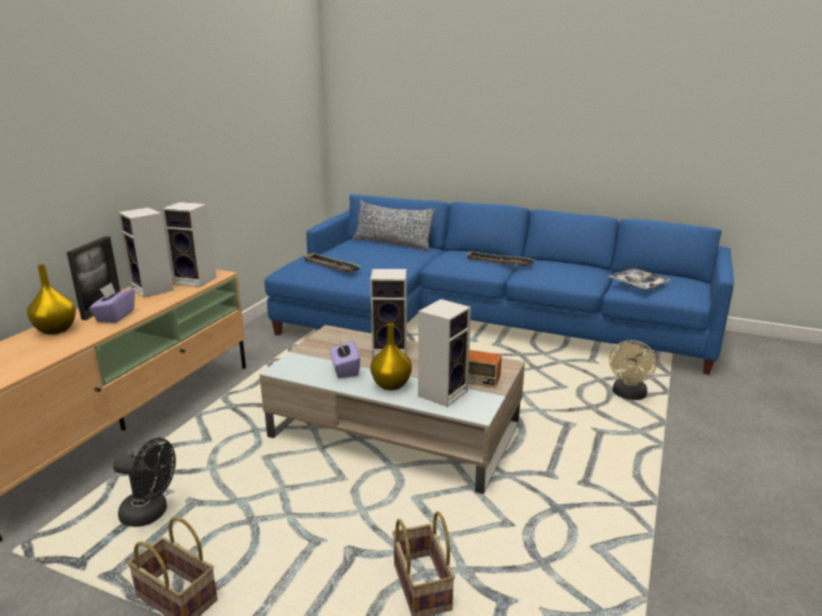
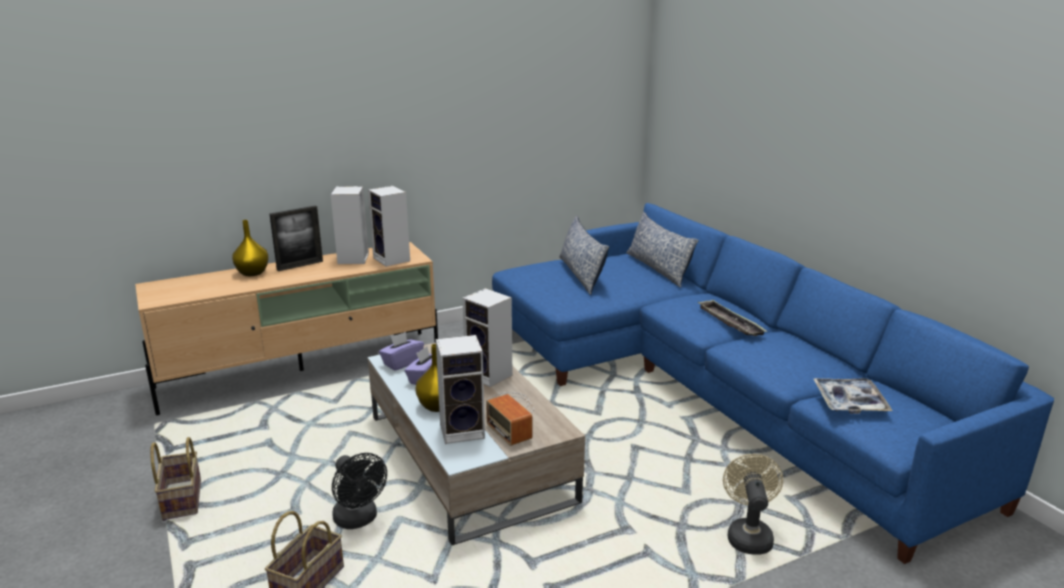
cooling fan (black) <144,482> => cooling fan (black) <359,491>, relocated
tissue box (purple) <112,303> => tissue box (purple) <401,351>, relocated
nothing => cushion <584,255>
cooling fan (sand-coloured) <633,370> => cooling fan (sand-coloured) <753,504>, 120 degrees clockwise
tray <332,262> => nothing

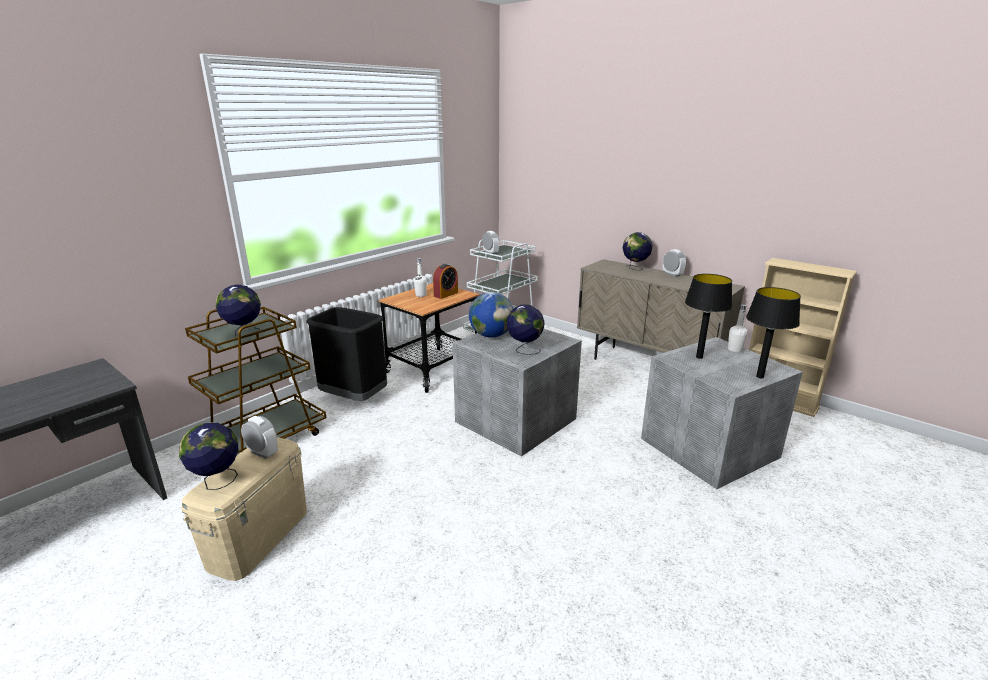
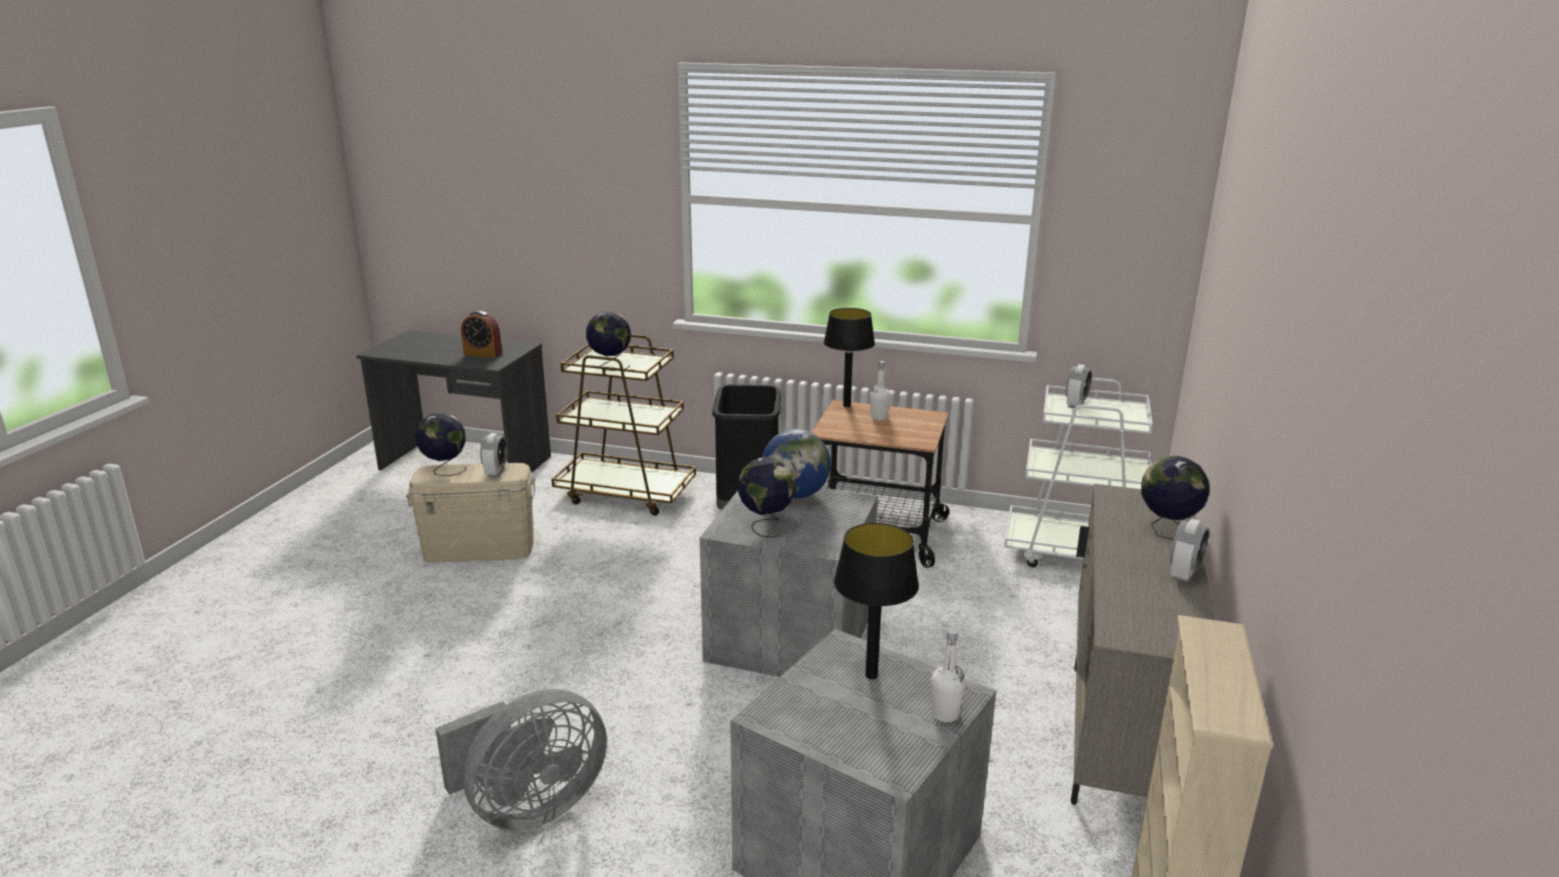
nothing => cooling fan (greyish) <521,760>
bedside clock <445,281> => bedside clock <481,334>, relocated
lamp for a table (black) <773,332> => lamp for a table (black) <849,357>, relocated

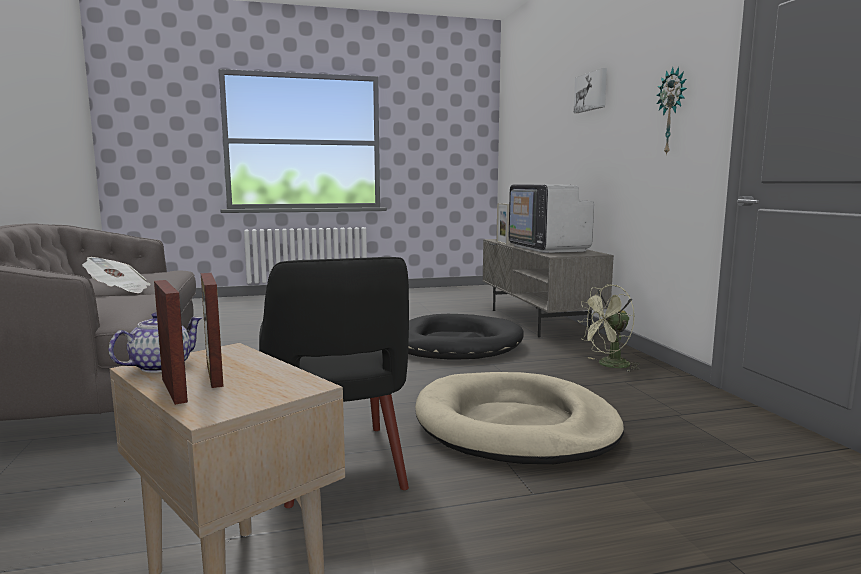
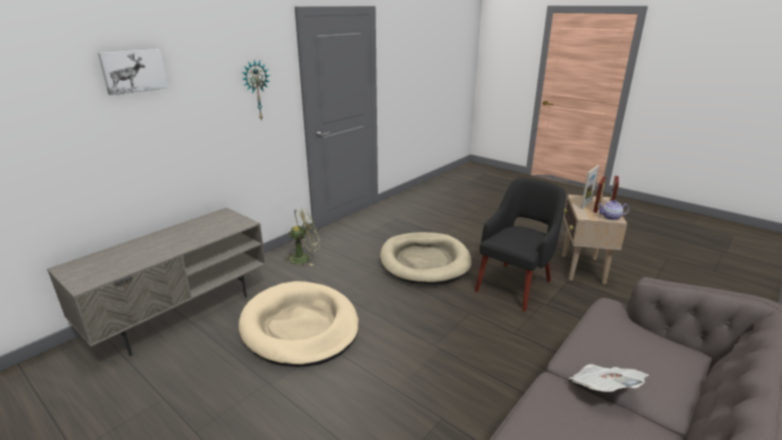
dog bed (black) <466,337> => dog bed (sand-coloured) <299,324>
cooling fan (greenish) <609,328> => cooling fan (greenish) <301,237>, 60 degrees counterclockwise
picture frame <502,224> => picture frame <590,187>, relocated
TV <551,218> => nothing

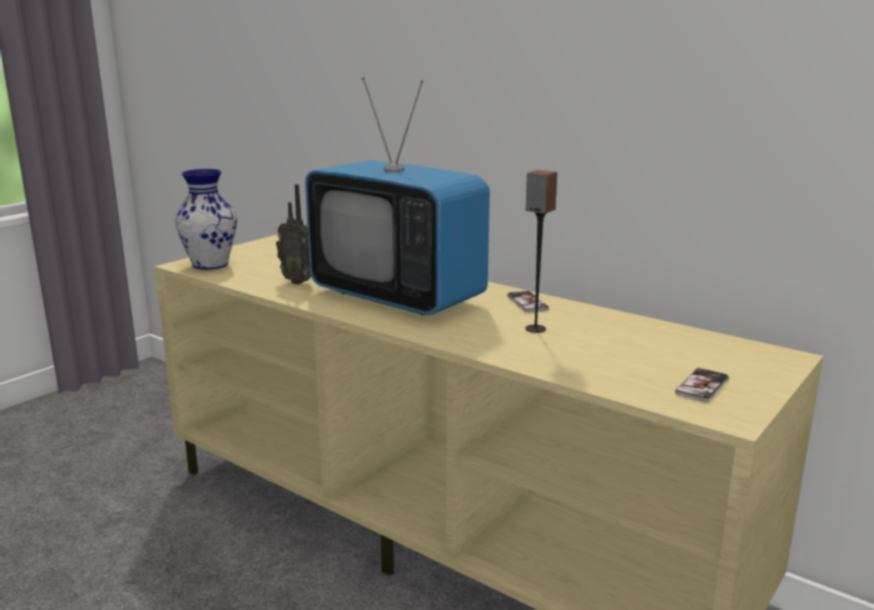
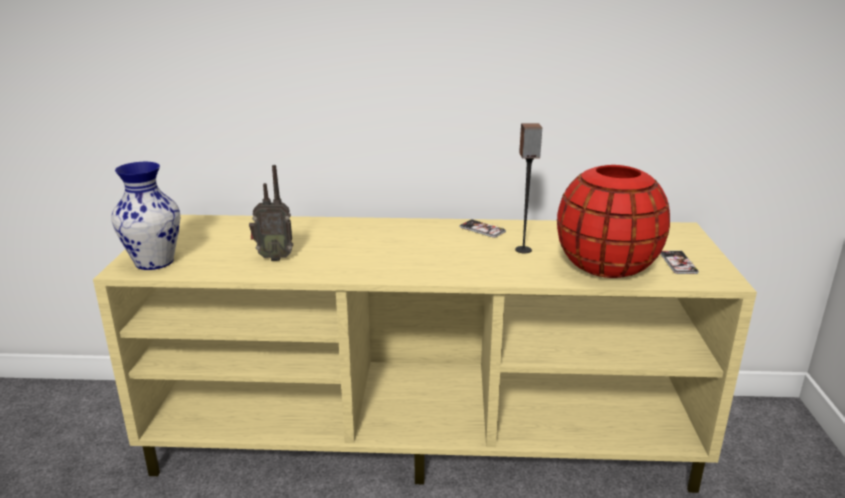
nothing => flower vase (reddish) <613,221>
TV <397,196> => nothing

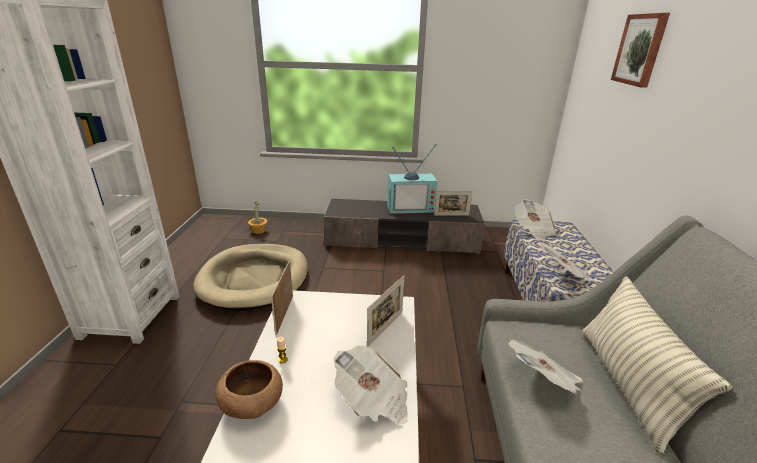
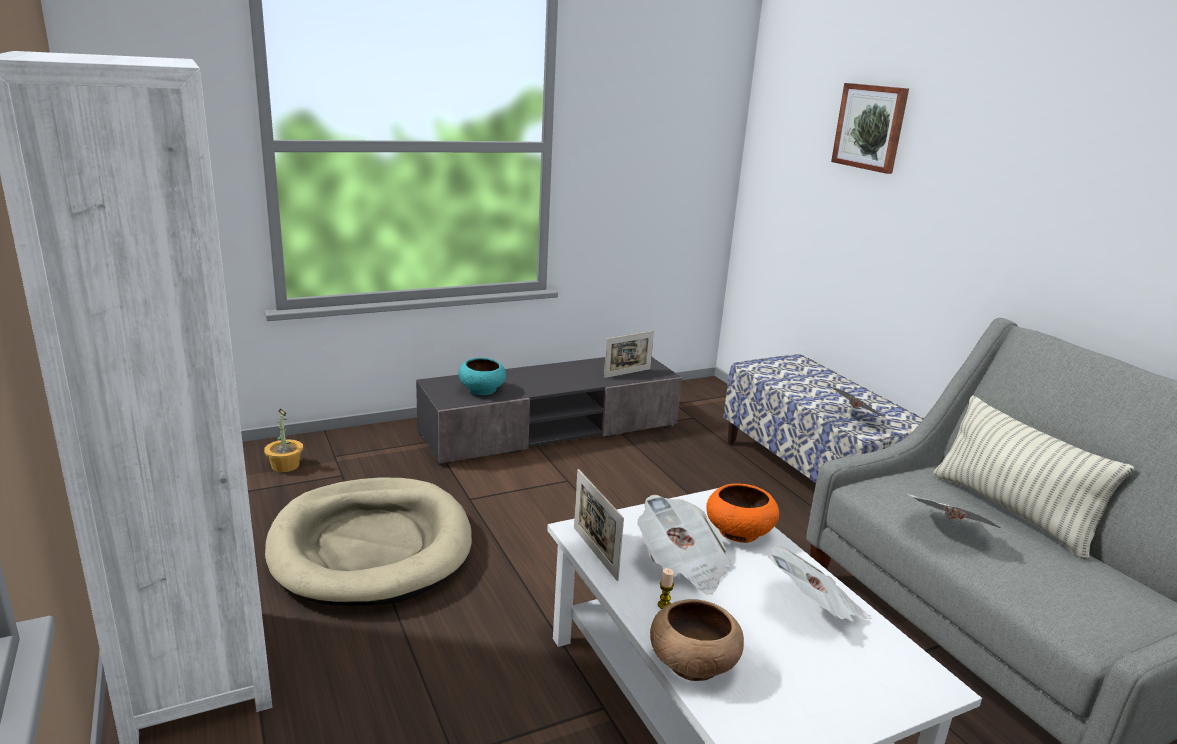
nothing => deep dish (turquoise) <482,376>
daily paper <536,219> => daily paper <684,545>, relocated
picture frame <385,311> => deep dish (orangey) <742,513>
TV <412,179> => nothing

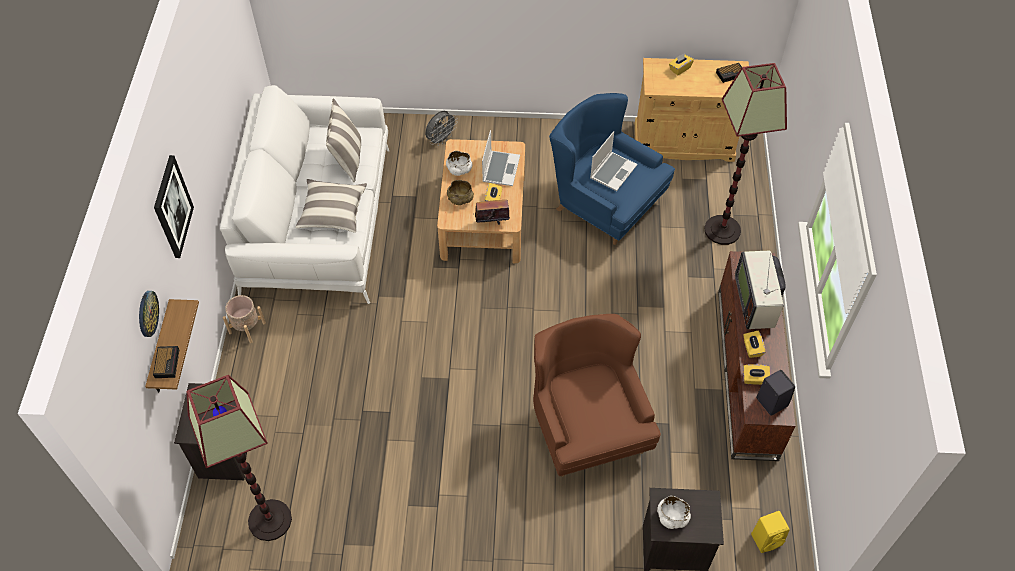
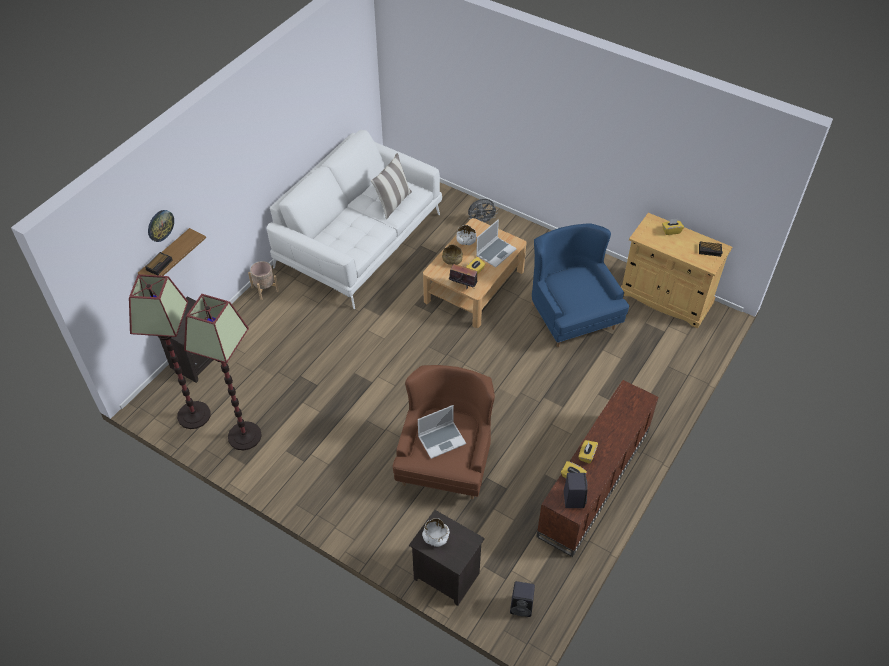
floor lamp <745,154> => floor lamp <223,372>, relocated
laptop <613,161> => laptop <442,432>, relocated
audio speaker (yellow) <770,532> => audio speaker (black) <522,599>
wall picture <174,206> => nothing
cushion <331,206> => nothing
TV <760,290> => nothing

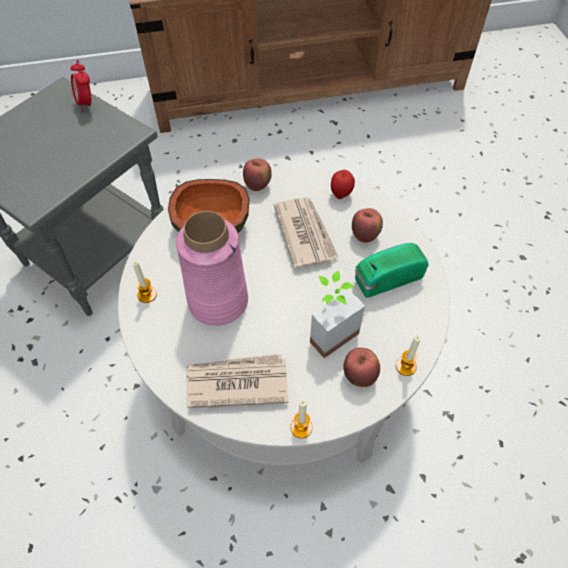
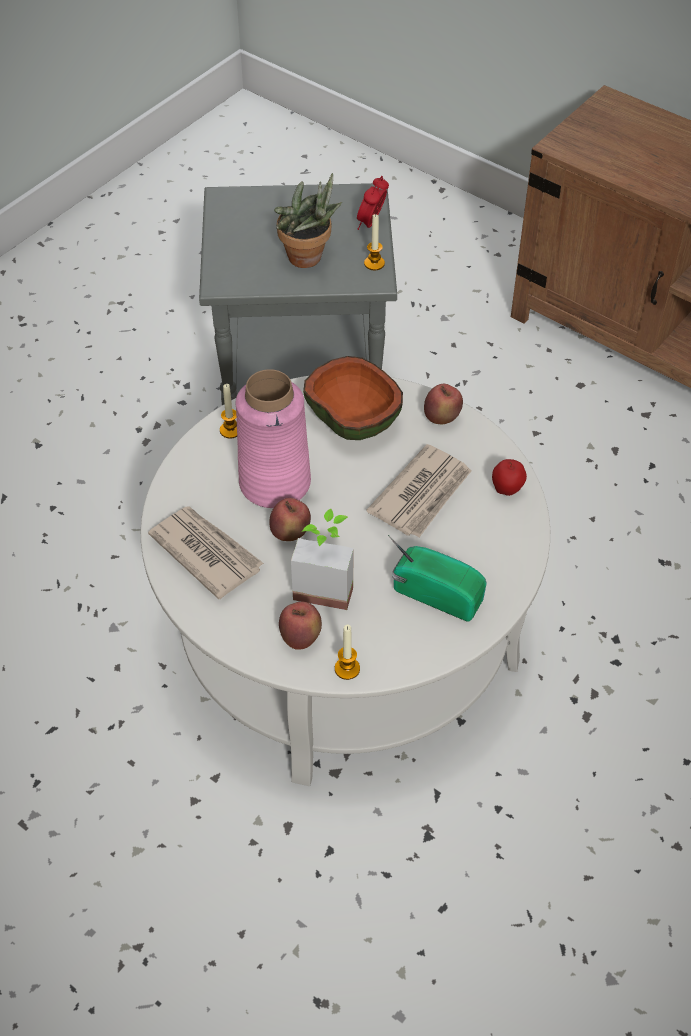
whole apple <367,225> => whole apple <290,519>, relocated
nothing => houseplant <308,220>
wax candle <301,419> => wax candle <374,242>, relocated

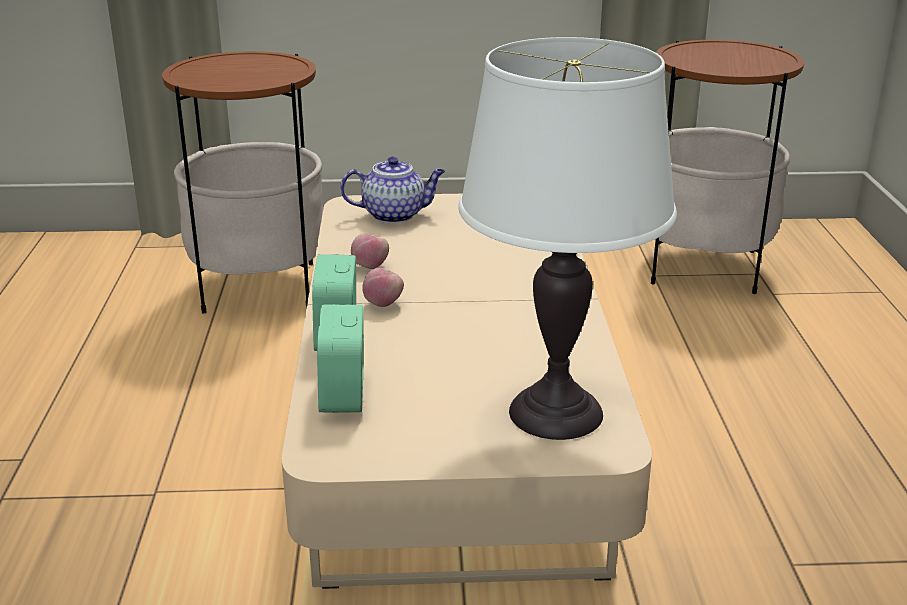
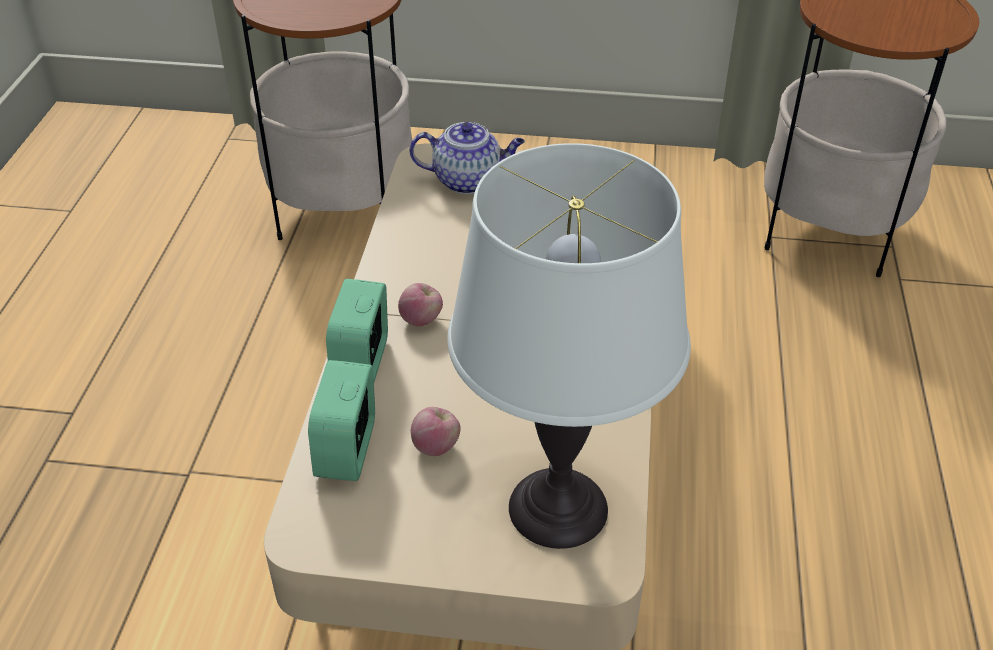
whole apple <370,251> => whole apple <436,431>, relocated

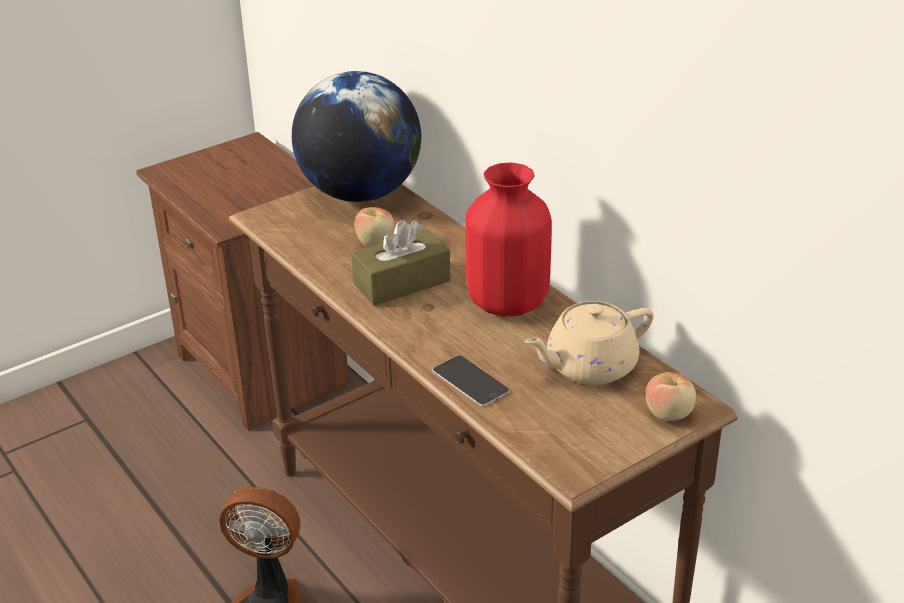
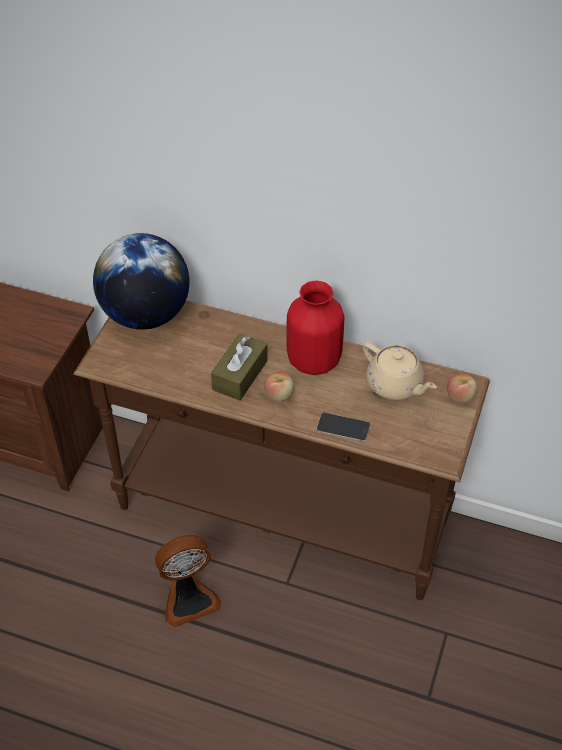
whole apple <375,226> => whole apple <279,387>, relocated
teapot (sand-coloured) <589,343> => teapot (sand-coloured) <400,371>, 75 degrees counterclockwise

